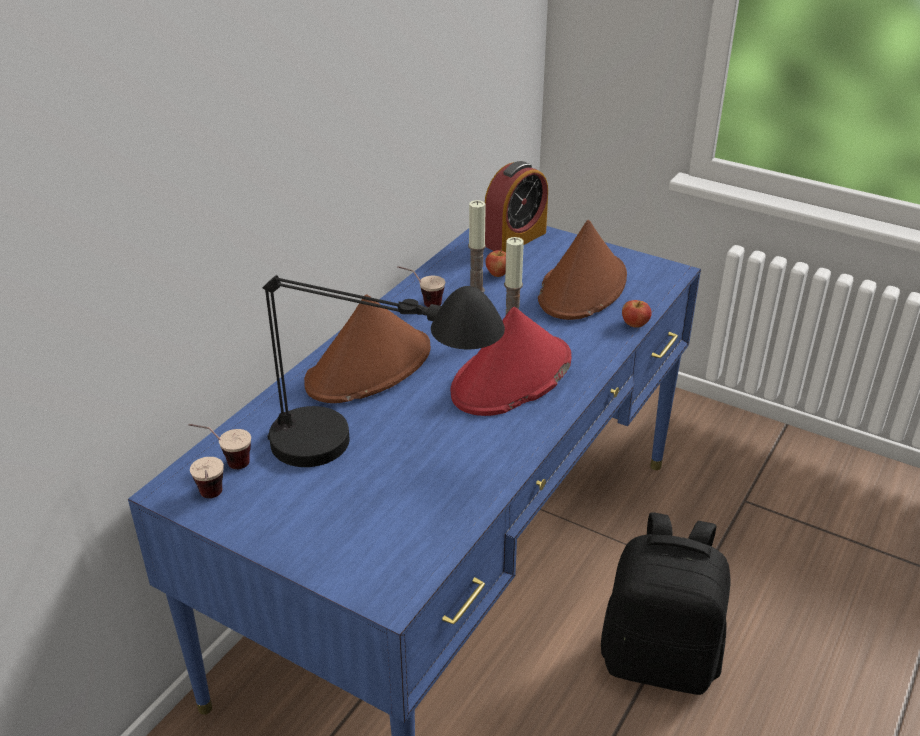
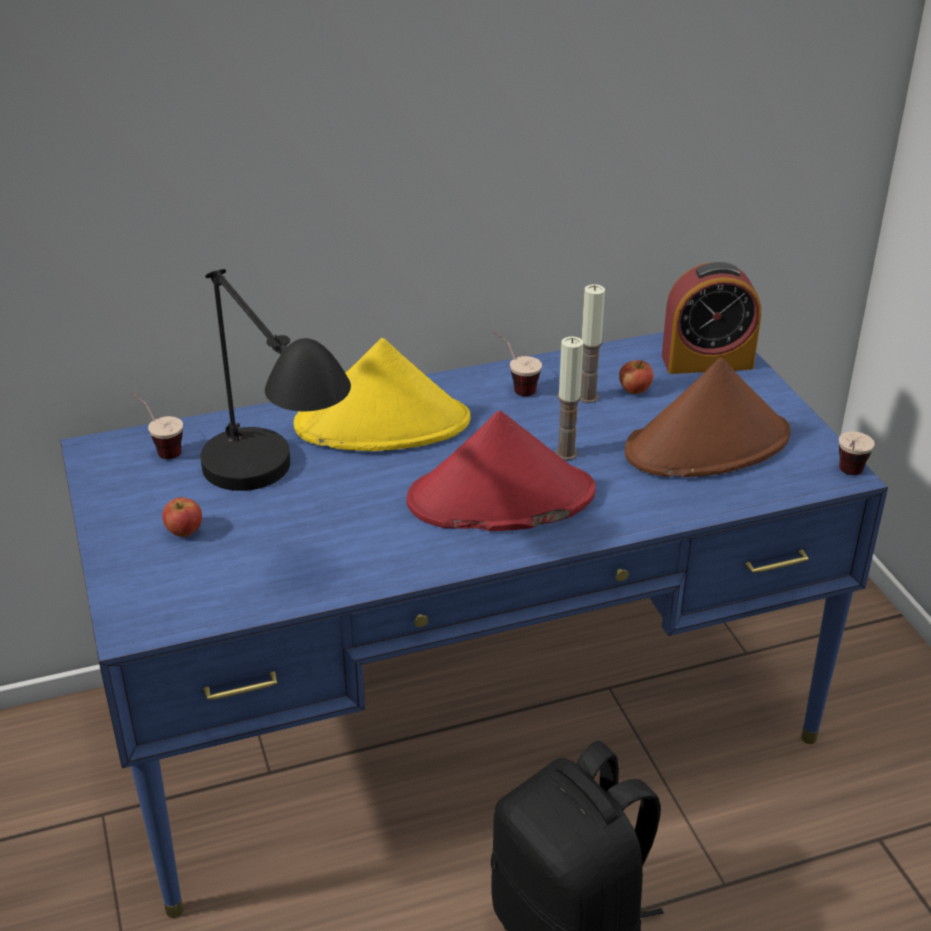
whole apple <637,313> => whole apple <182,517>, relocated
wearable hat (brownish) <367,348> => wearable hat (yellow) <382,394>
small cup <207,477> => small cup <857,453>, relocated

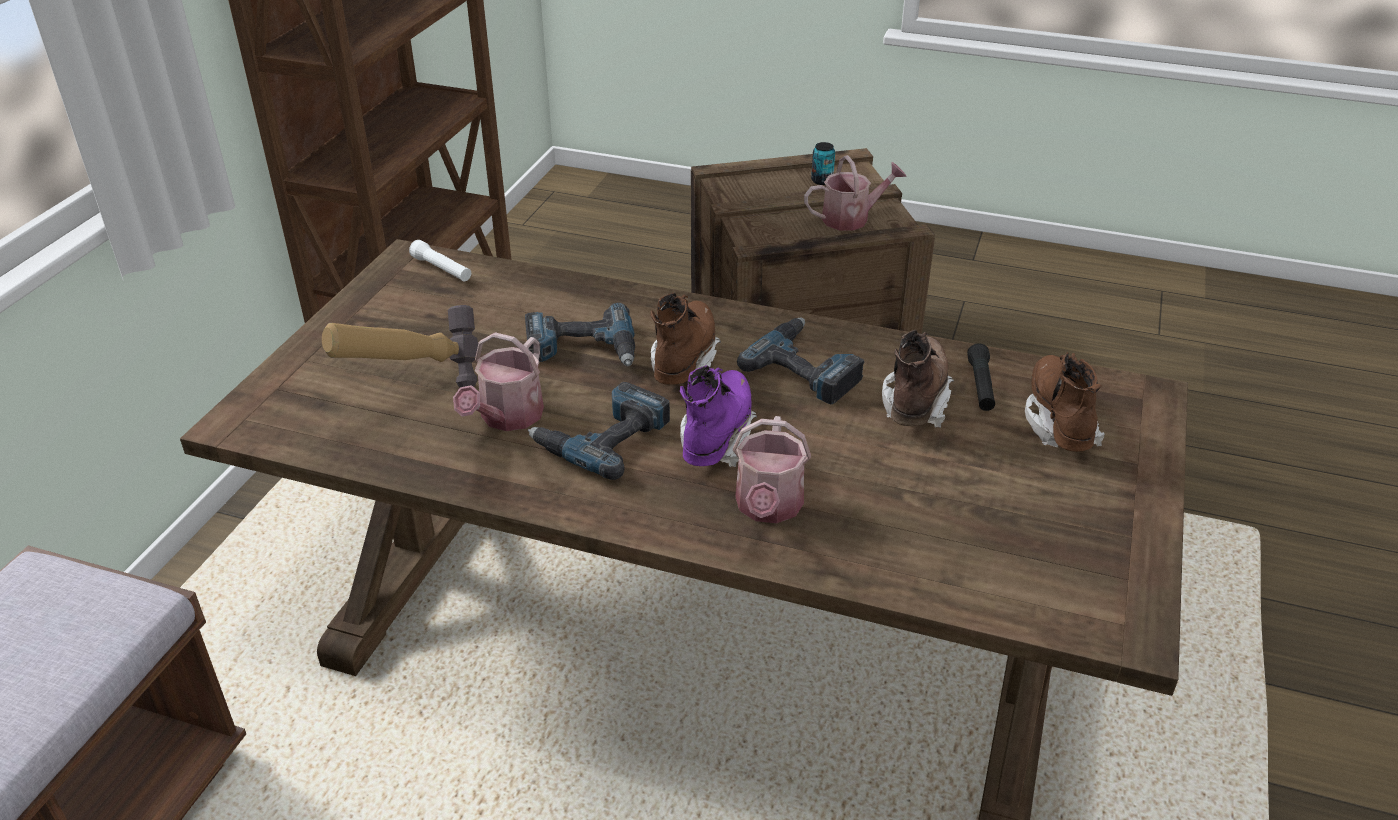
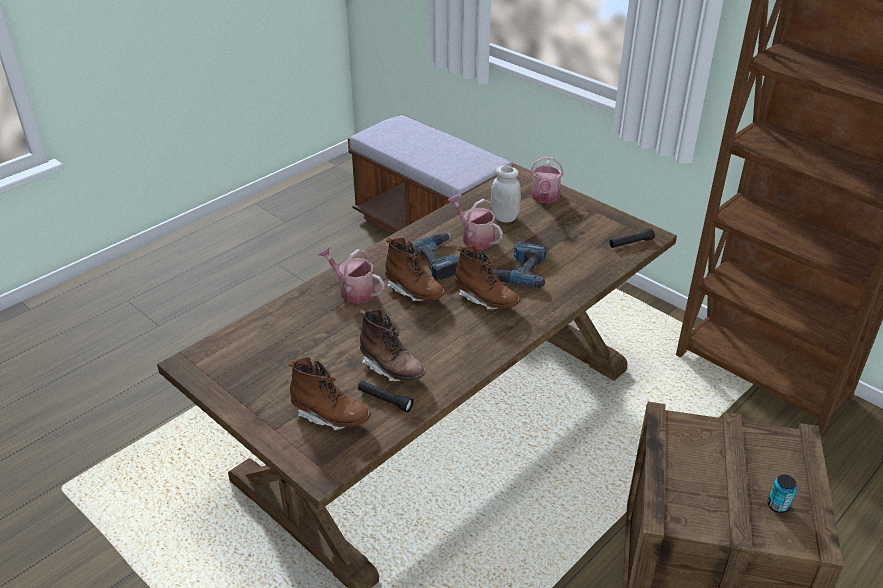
high-top boot (purple) <718,416> => high-top boot (brownish) <415,269>
tool hammer <400,346> => jar (whitish) <506,194>
watering can <855,193> => watering can <547,180>, relocated
torch (whitish) <440,260> => torch (black) <632,238>
electric drill <801,360> => nothing

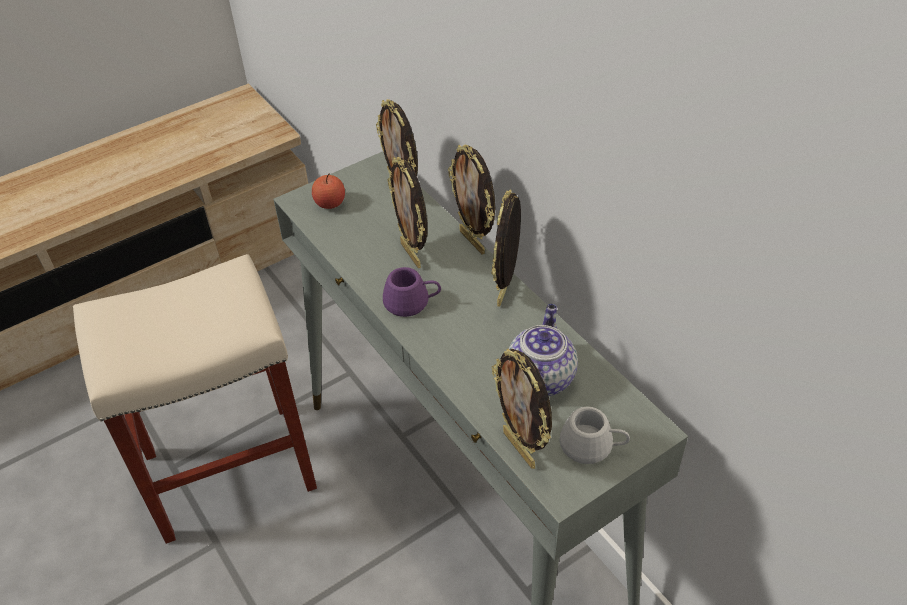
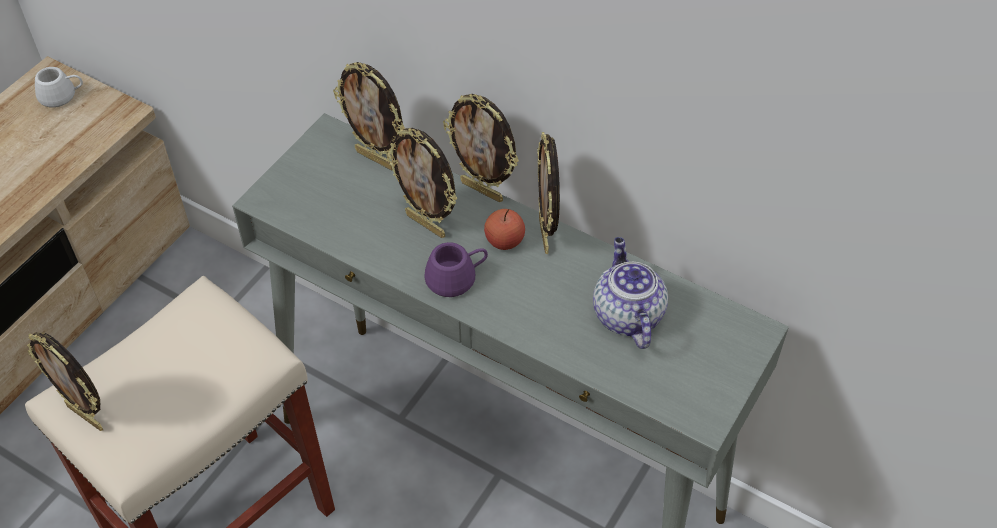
picture frame <522,408> => picture frame <65,381>, relocated
mug (whitish) <594,435> => mug (whitish) <59,87>, relocated
whole apple <328,191> => whole apple <504,229>, relocated

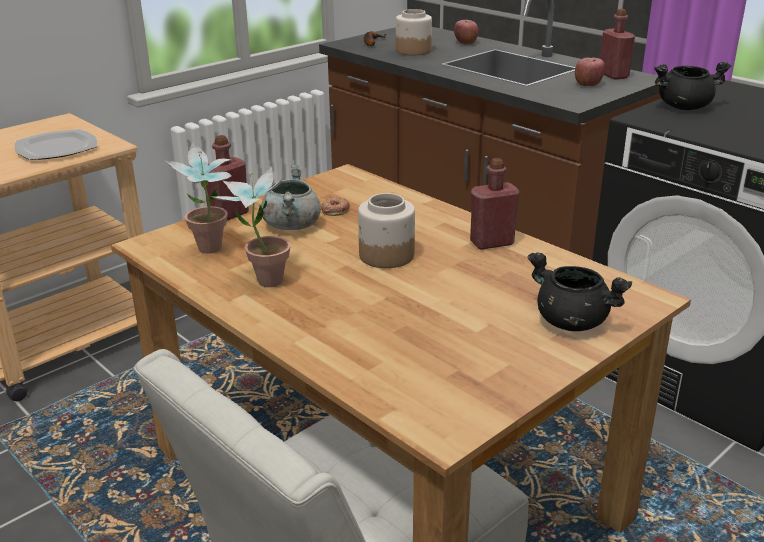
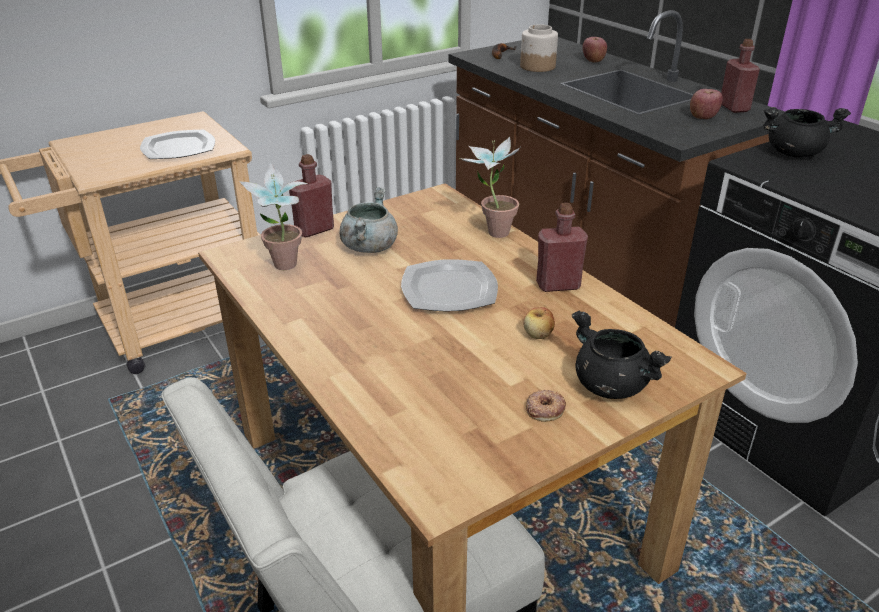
jar <386,230> => plate <449,285>
houseplant <251,227> => houseplant <490,187>, relocated
nothing => whole apple <539,323>
donut <335,207> => donut <546,406>, relocated

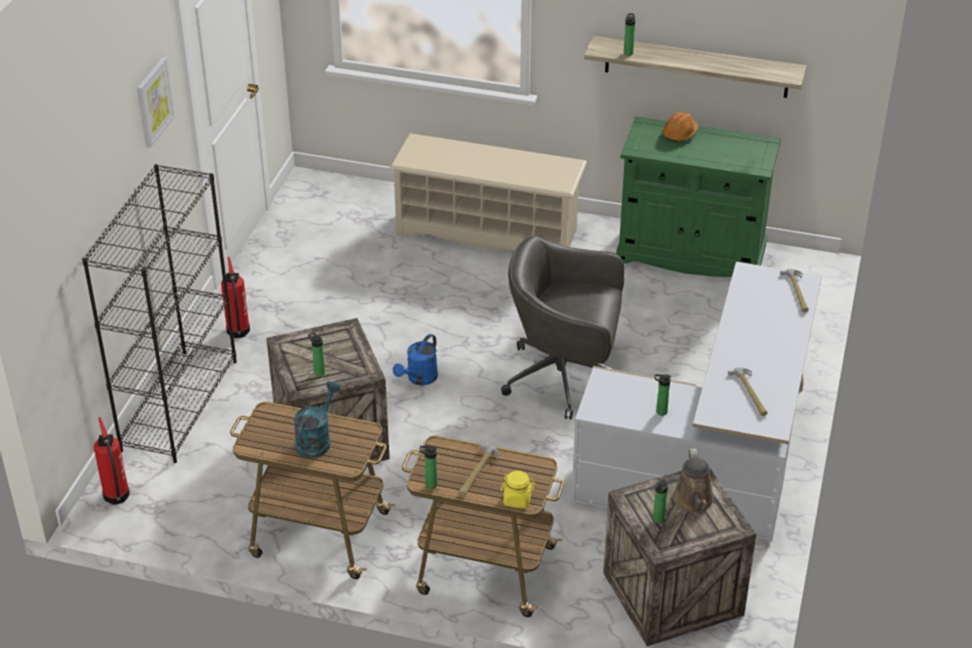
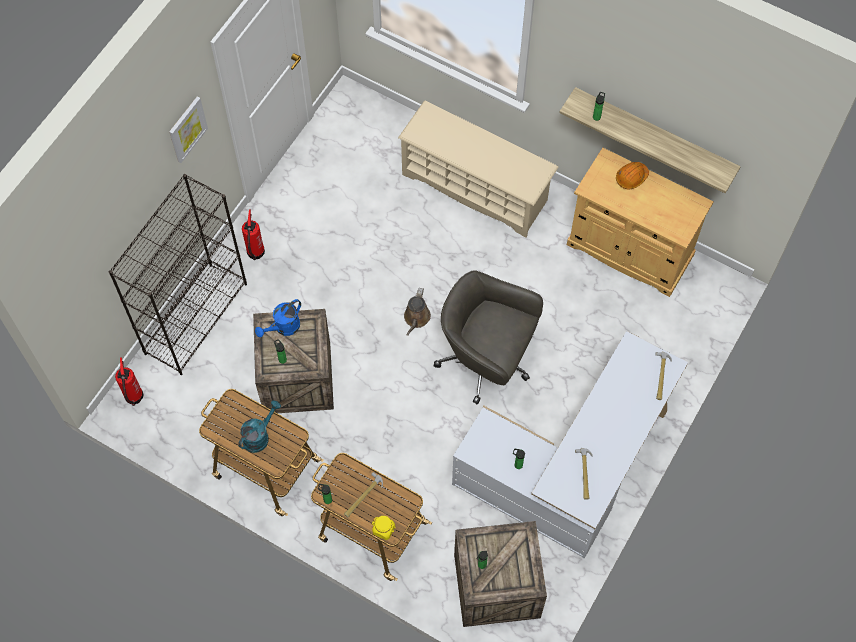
watering can (bluish) <415,360> => watering can (bluish) <278,318>, relocated
watering can (brownish) <693,481> => watering can (brownish) <417,312>, relocated
cupboard (greenish) <698,196> => cupboard (sand-coloured) <640,222>

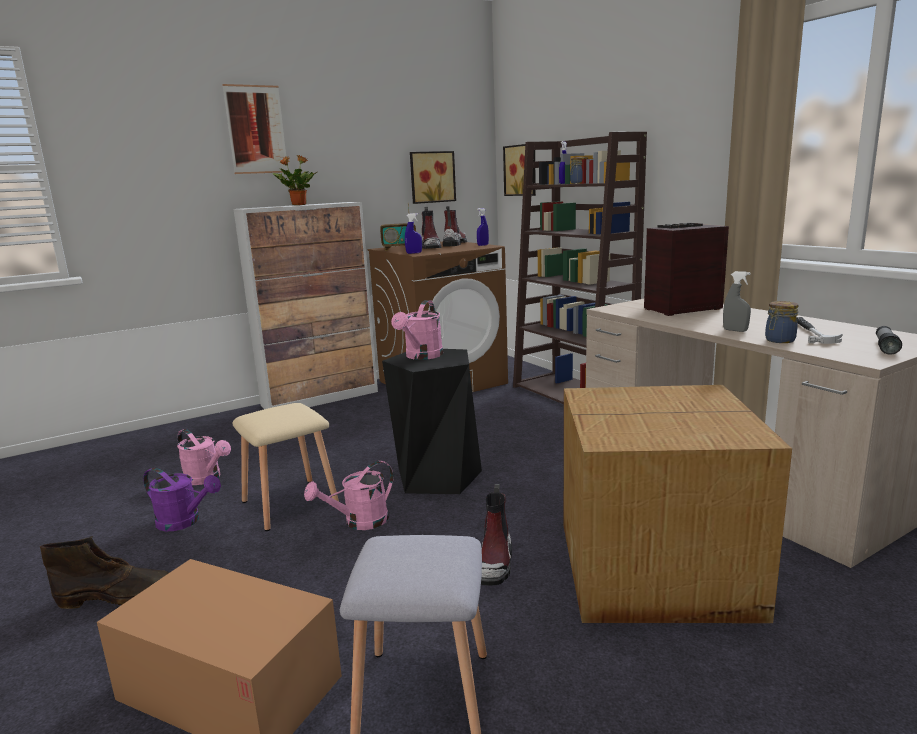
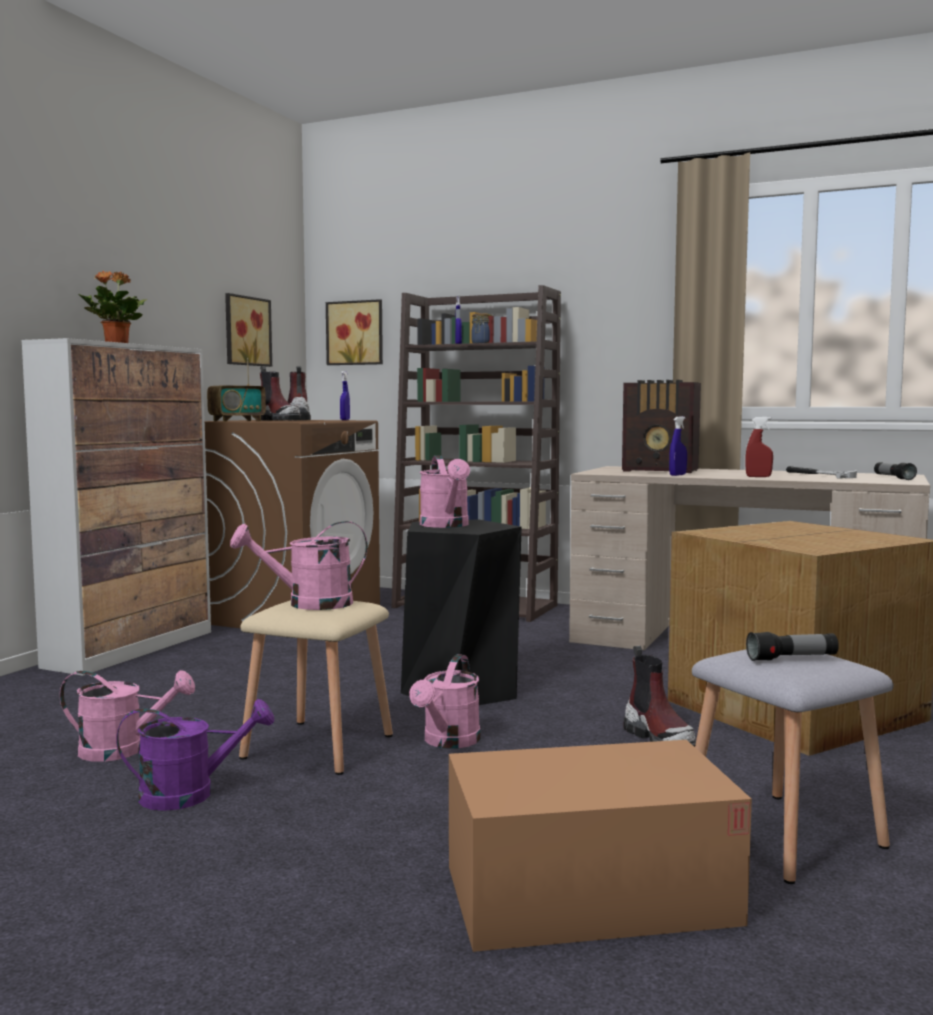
nothing => watering can (pink-coloured) <299,565>
radio set <686,269> => radio set <661,426>, 105 degrees counterclockwise
hand sprayer (bluish) <413,233> => hand sprayer (bluish) <678,446>, relocated
hand sprayer (greyish) <737,301> => hand sprayer (reddish) <759,447>
nothing => torch <792,646>
high-top boot (brownish) <104,572> => nothing
wall picture <255,129> => nothing
jar <782,322> => nothing

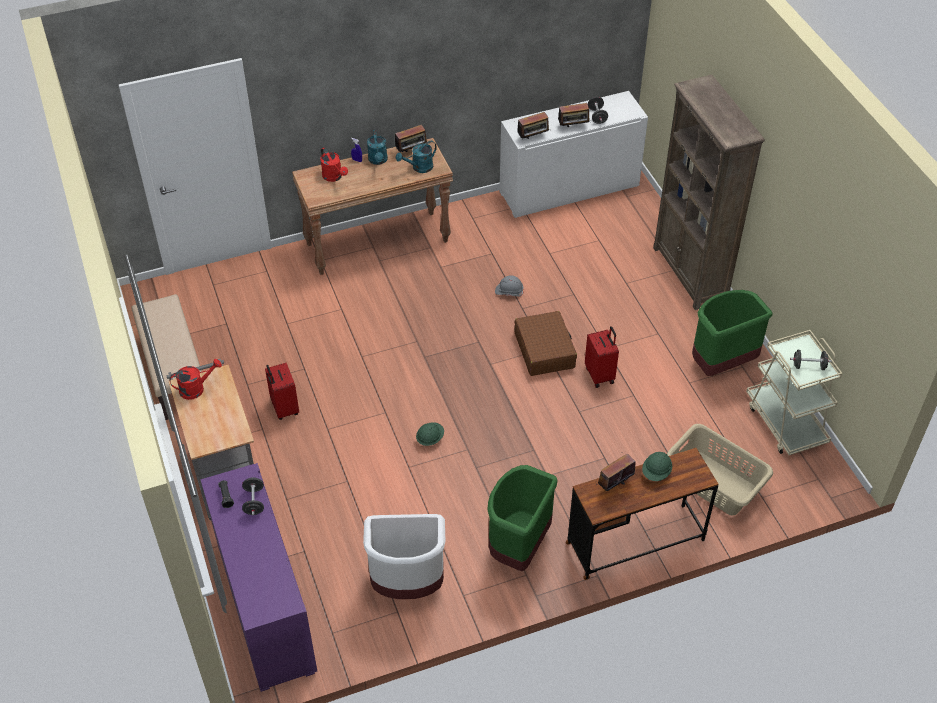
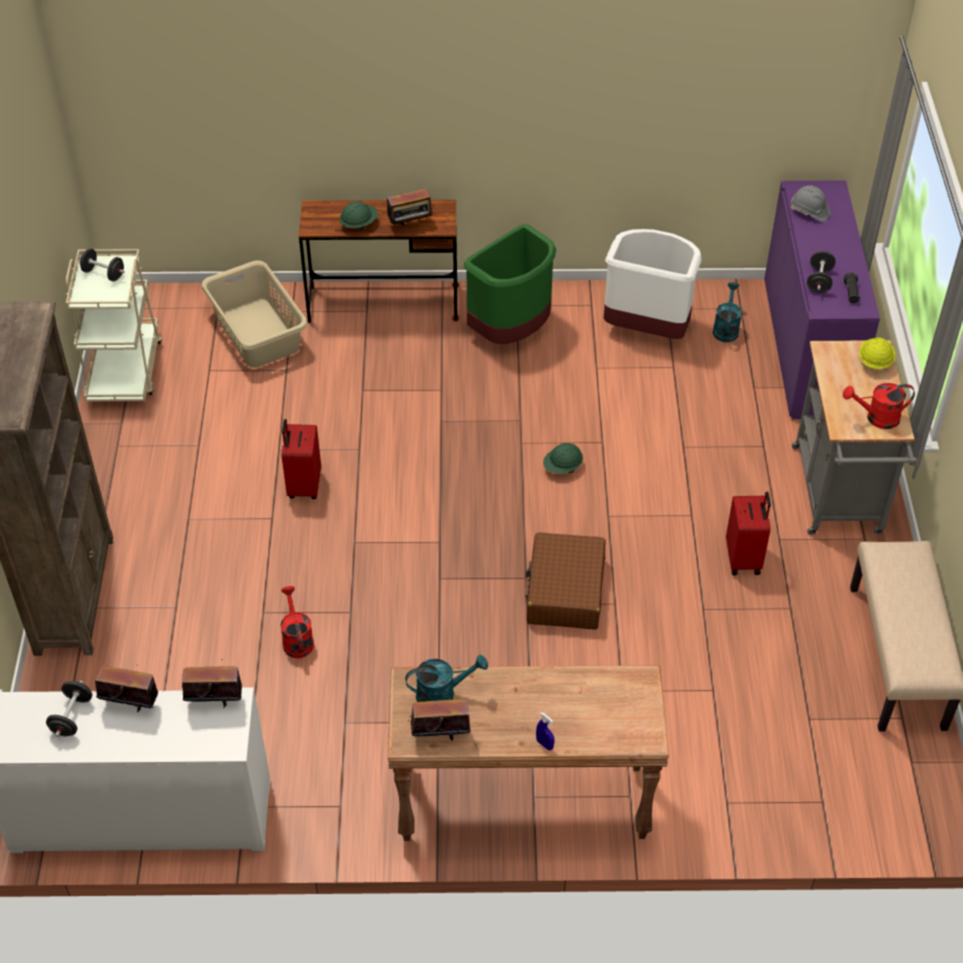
watering can (reddish) <334,165> => watering can (reddish) <297,622>, relocated
suitcase (brownish) <546,343> => suitcase (brownish) <565,581>, relocated
watering can (turquoise) <377,147> => watering can (turquoise) <727,312>, relocated
hard hat (greyish) <509,286> => hard hat (greyish) <811,203>, relocated
nothing => hard hat (yellow) <877,353>
trash can (greenish) <732,333> => nothing

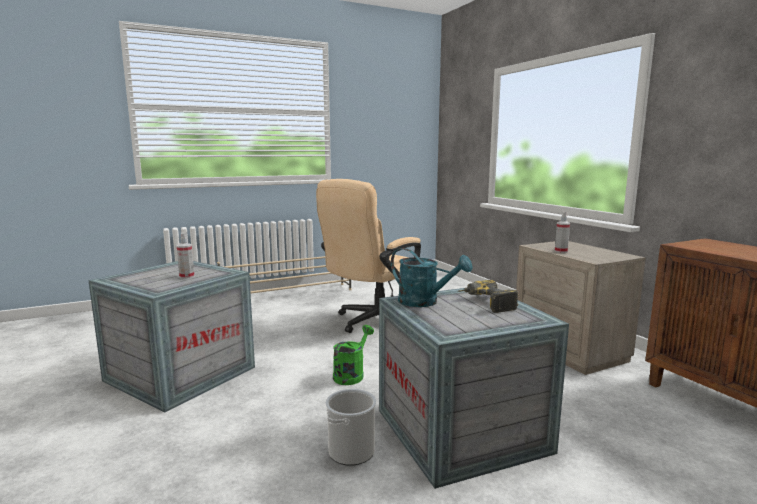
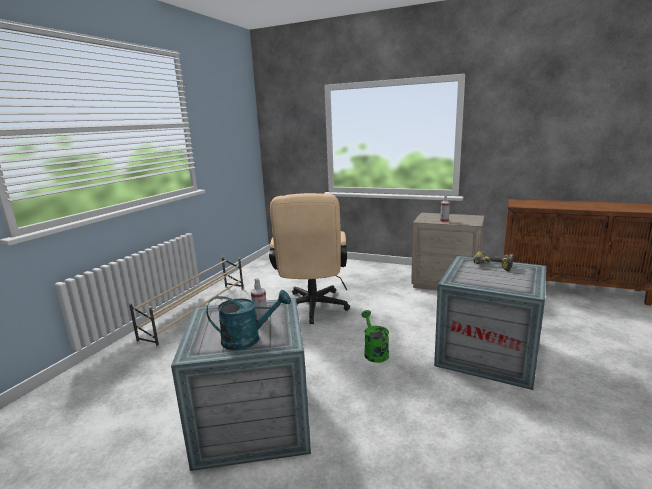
watering can (turquoise) <432,277> => watering can (turquoise) <248,320>, relocated
water bucket <351,427> => nothing

